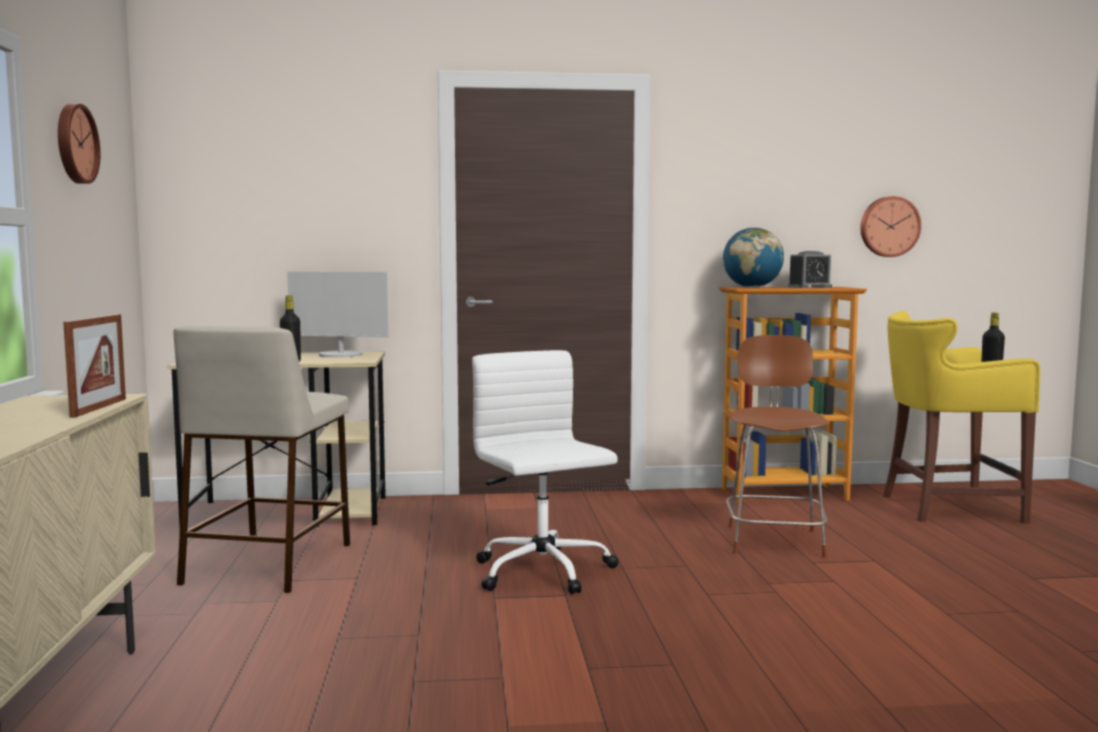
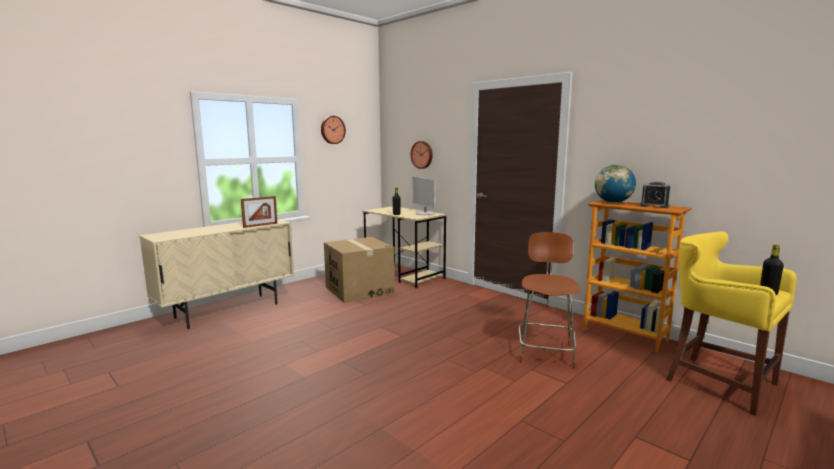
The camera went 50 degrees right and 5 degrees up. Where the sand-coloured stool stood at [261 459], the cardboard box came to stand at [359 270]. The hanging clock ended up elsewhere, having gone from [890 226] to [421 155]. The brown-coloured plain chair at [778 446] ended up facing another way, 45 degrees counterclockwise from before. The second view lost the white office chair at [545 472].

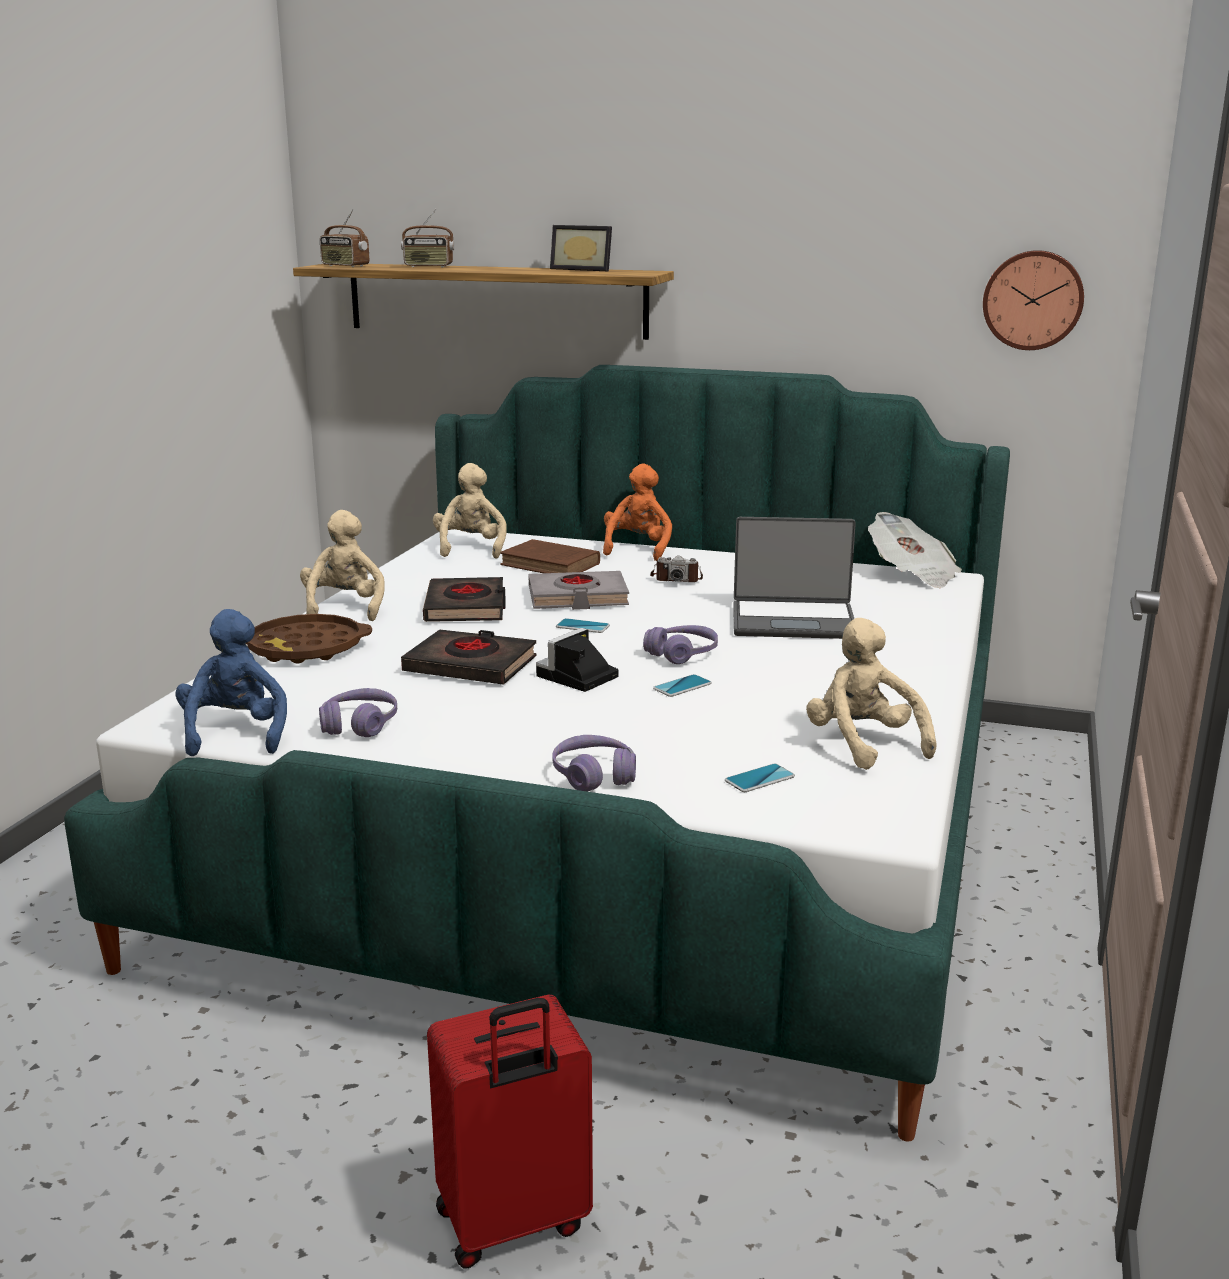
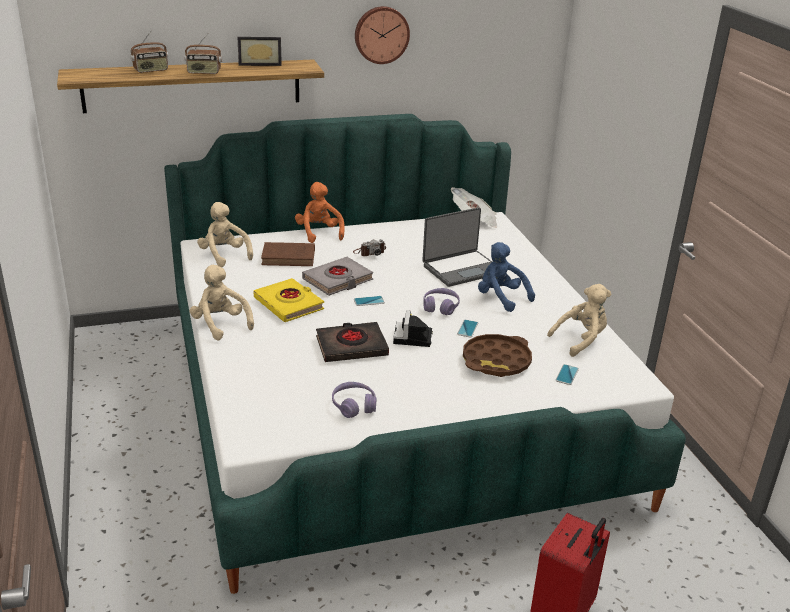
The camera went 35 degrees left and 10 degrees up. The radio receiver ended up elsewhere, having gone from [344 238] to [203 53]. What was the black-coloured book at [464 599] turned into the yellow book at [288 300]. The hanging clock ended up elsewhere, having gone from [1033 300] to [382 35]. The brown-coloured tray ended up elsewhere, having gone from [309 639] to [497 355]. The blue-coloured soft toy ended up elsewhere, having gone from [231 682] to [506 277]. The sand-coloured soft toy at [871 694] ended up facing another way, 120 degrees clockwise from before. The second view lost the purple headphones at [594 763].

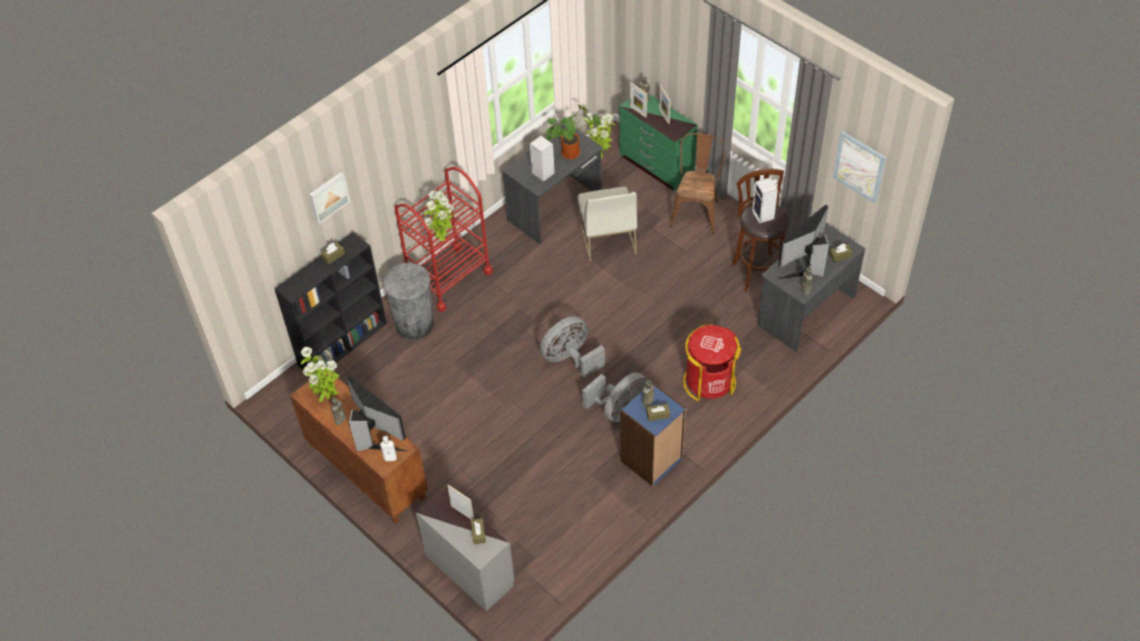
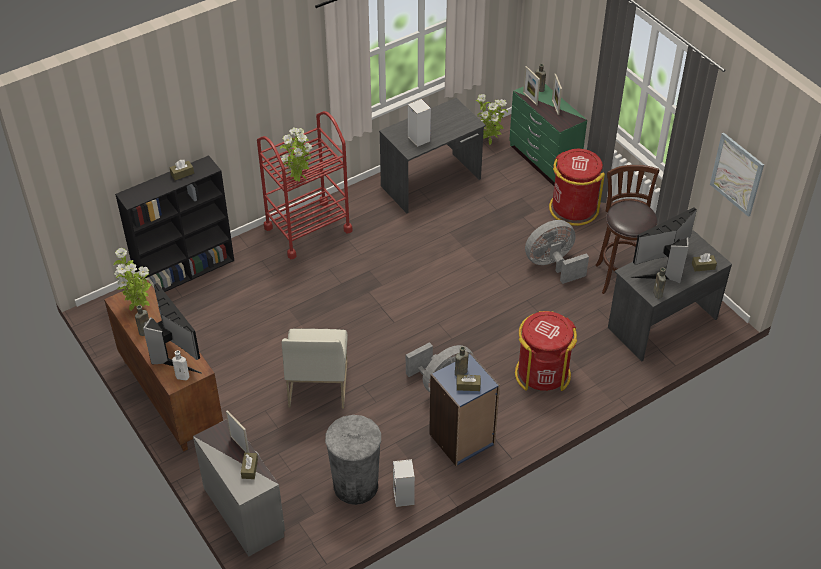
The camera went 10 degrees right and 5 degrees down. The white plain chair ended up elsewhere, having gone from [607 223] to [315 368]. The gray rubbish bin ended up elsewhere, having gone from [408 301] to [353 460]. The audio speaker ended up elsewhere, having gone from [765 200] to [404 483]. The gray cooling fan ended up elsewhere, having gone from [572 347] to [557 252]. Where the brown-coloured plain chair stood at [698 183], the red-coloured rubbish bin came to stand at [577 187]. The second view lost the picture at [329 198]. The second view lost the houseplant at [573 132].

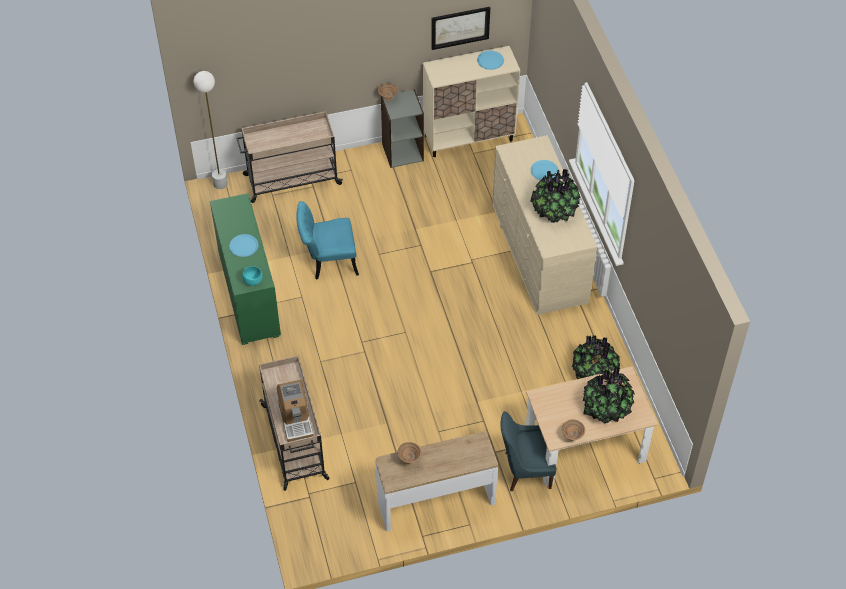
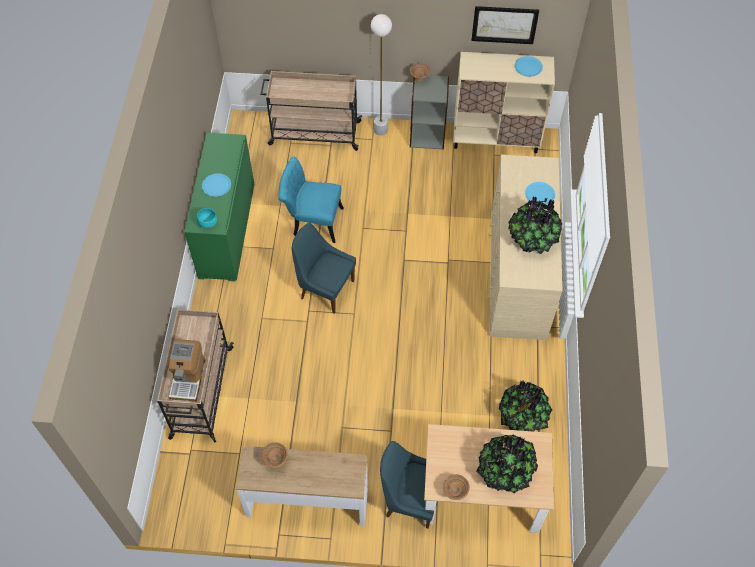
The camera went 20 degrees right and 5 degrees up. The second view gained the blue-coloured plain chair at [324 268]. The white standing lamp ended up elsewhere, having gone from [211 130] to [381 75].

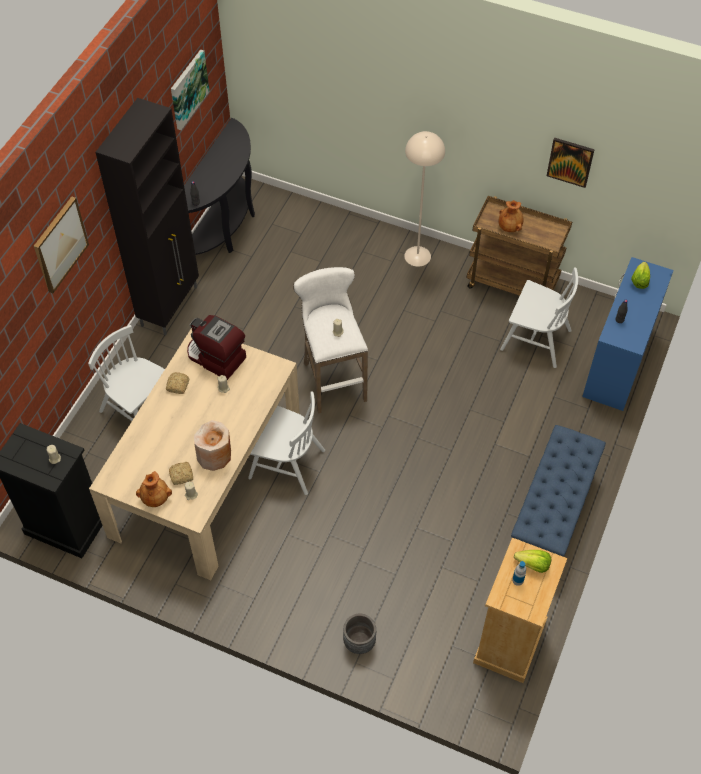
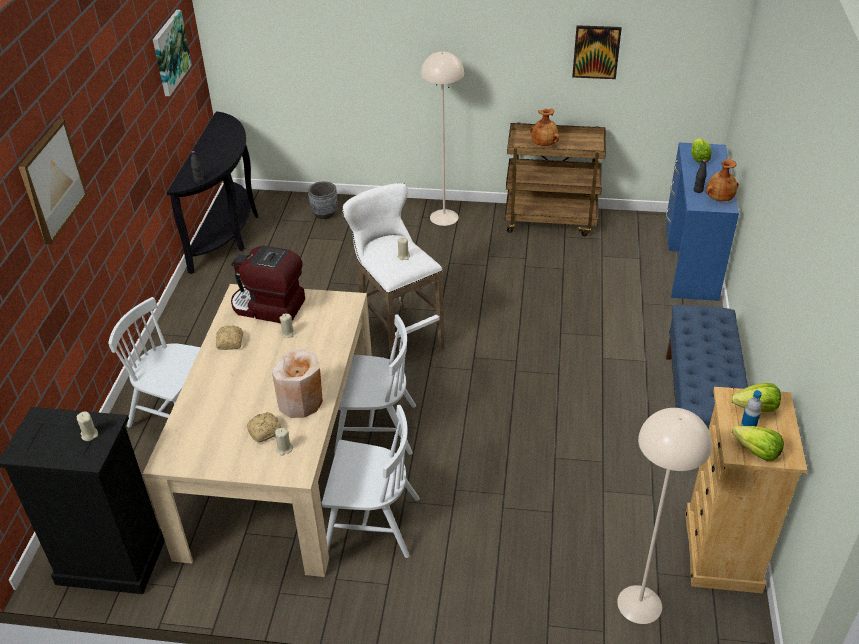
The camera went 15 degrees left and 15 degrees down. The gray planter ended up elsewhere, having gone from [359 634] to [323 200]. The white plain chair ended up elsewhere, having gone from [539 317] to [371 481]. The second view gained the sand-coloured standing lamp at [664 516]. The brown-coloured vase ended up elsewhere, having gone from [154 489] to [722 179]. The second view gained the head of lettuce at [758 443]. The second view lost the black-coloured cabinet at [147 216].

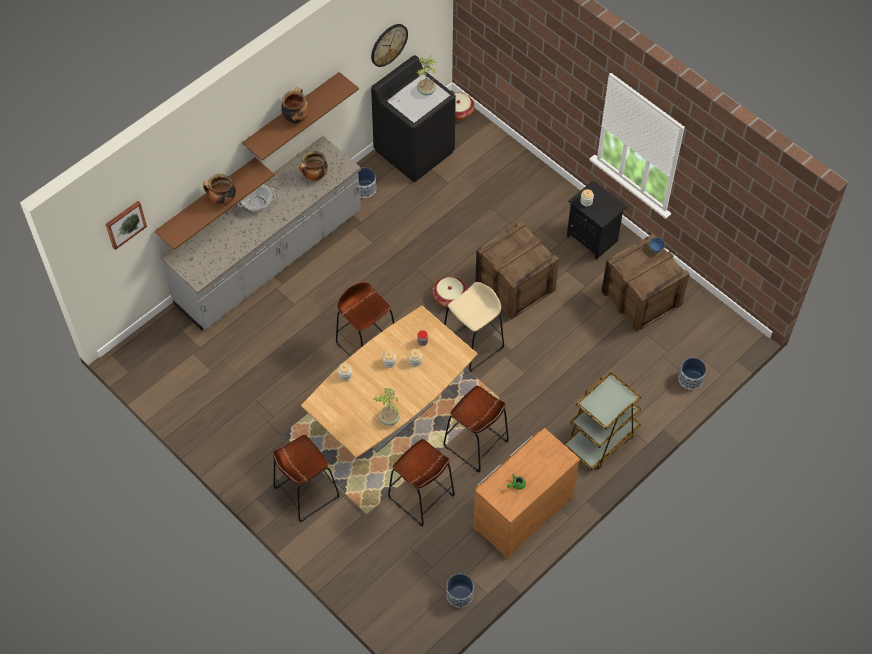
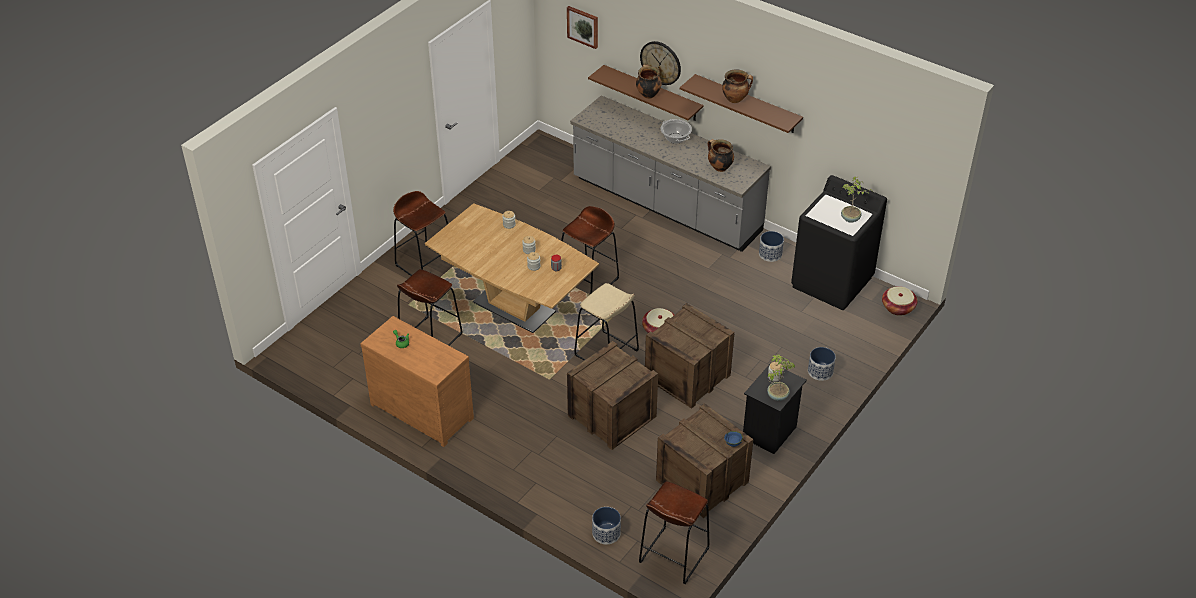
The camera went 80 degrees right and 15 degrees down. The second view gained the shipping crate at [612 395]. The brown-coloured stool ended up elsewhere, having gone from [476 429] to [674 532]. The hanging clock ended up elsewhere, having gone from [389 45] to [660 63]. The houseplant ended up elsewhere, having gone from [387 407] to [781 377]. The planter ended up elsewhere, having gone from [460 591] to [822 364]. The second view lost the brown-coloured cart at [602 421].

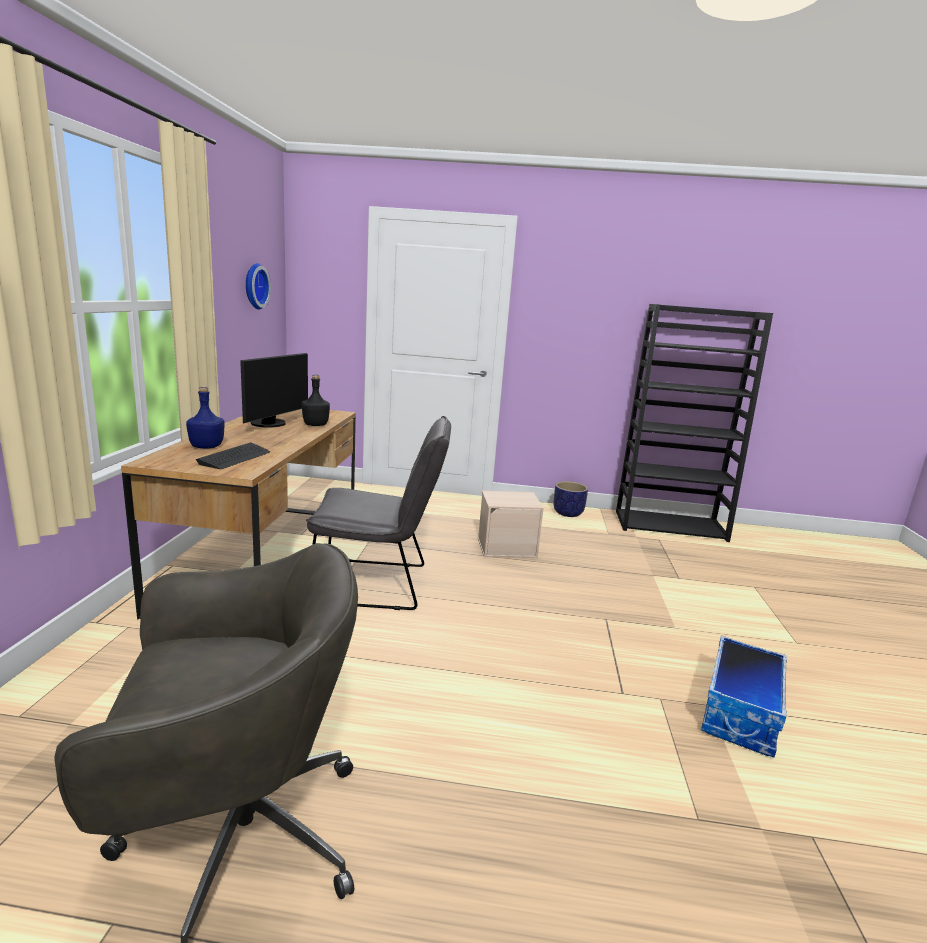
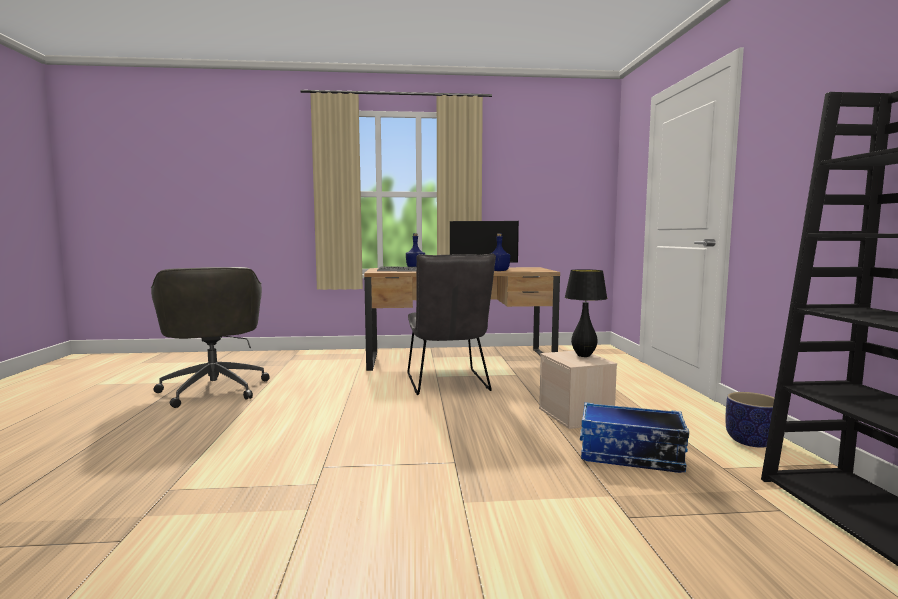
The camera went 80 degrees right and 10 degrees down. What was the black-coloured drink bottle at [316 400] turned into the blue-coloured drink bottle at [500 252]. The second view gained the black-coloured tabletop lamp at [586 313]. The storage container ended up elsewhere, having gone from [744 696] to [634 437]. The second view lost the hanging clock at [258 286].

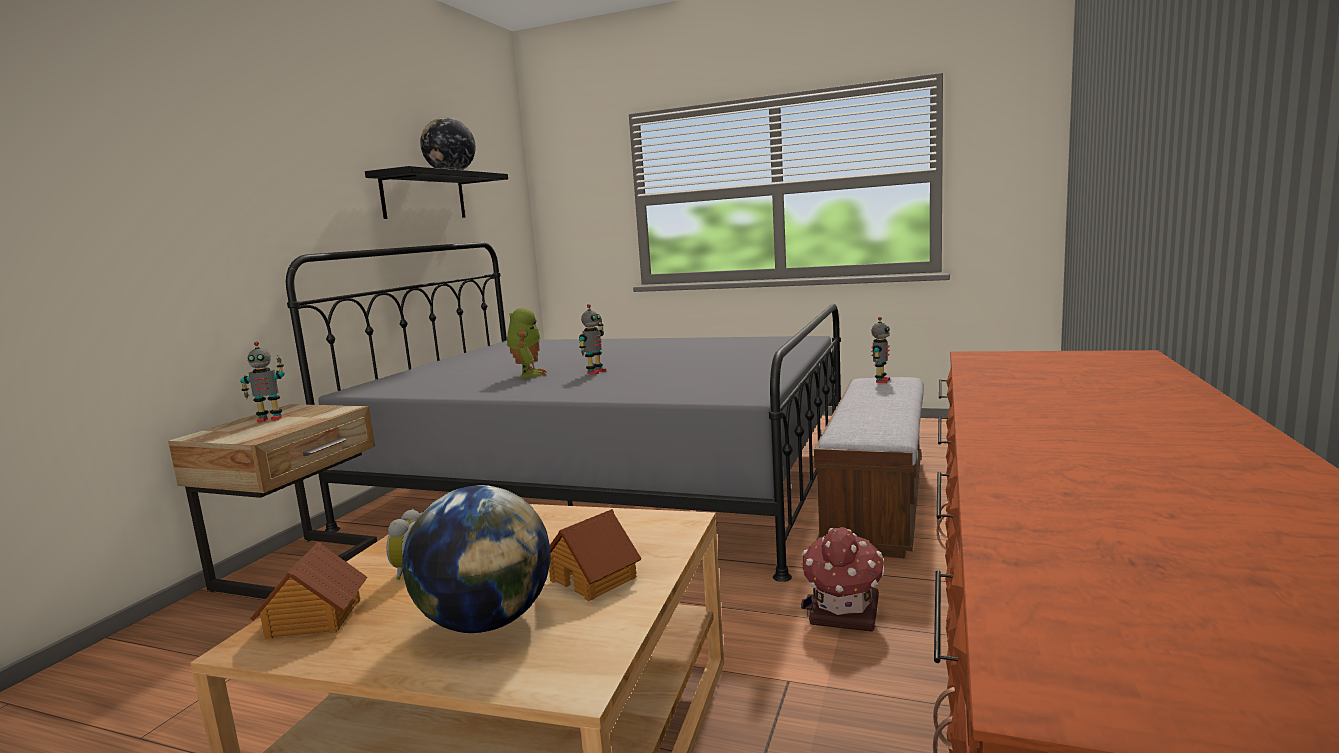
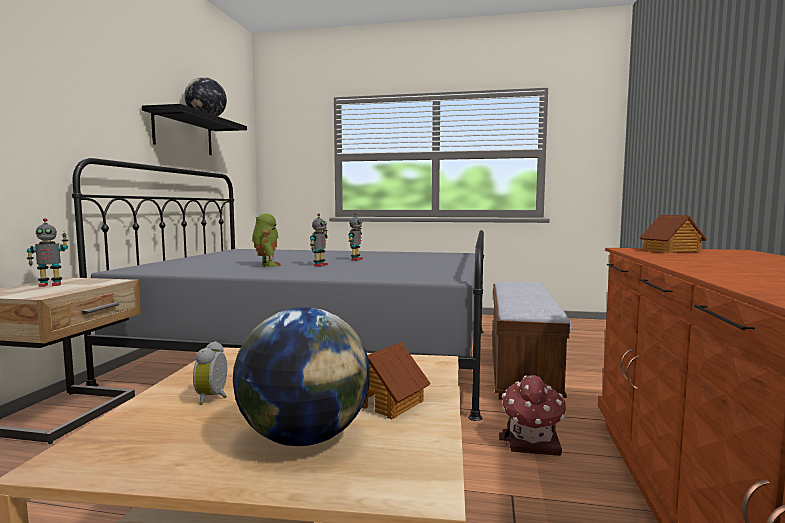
The camera went 10 degrees left and 5 degrees down. The robot figure ended up elsewhere, having gone from [880 350] to [356 236]. The miniature house ended up elsewhere, having gone from [309 590] to [673 234].

